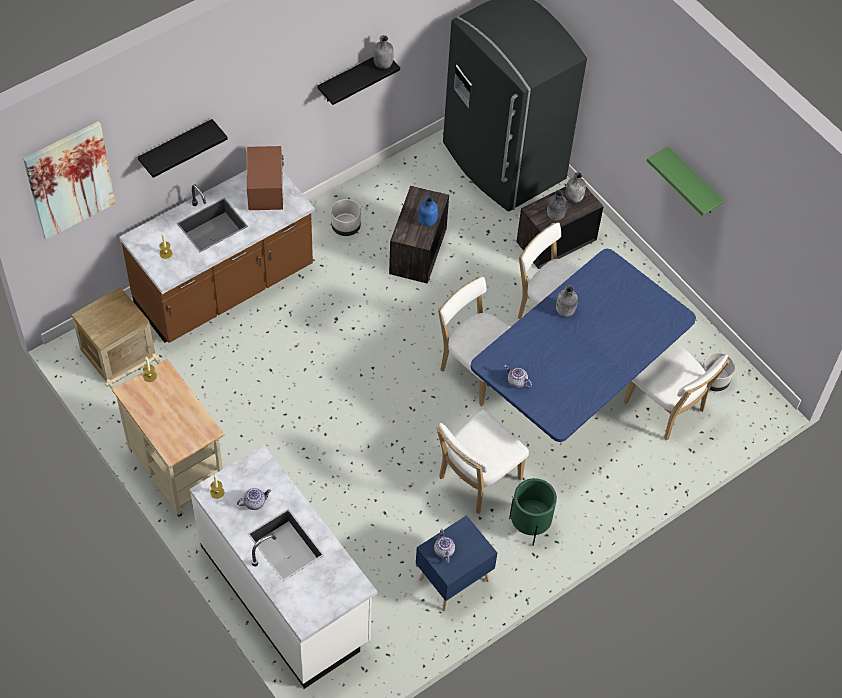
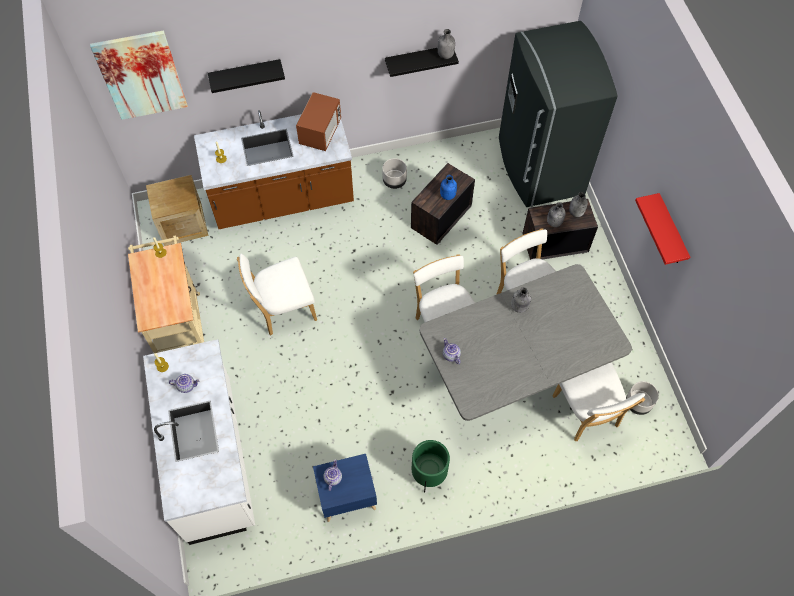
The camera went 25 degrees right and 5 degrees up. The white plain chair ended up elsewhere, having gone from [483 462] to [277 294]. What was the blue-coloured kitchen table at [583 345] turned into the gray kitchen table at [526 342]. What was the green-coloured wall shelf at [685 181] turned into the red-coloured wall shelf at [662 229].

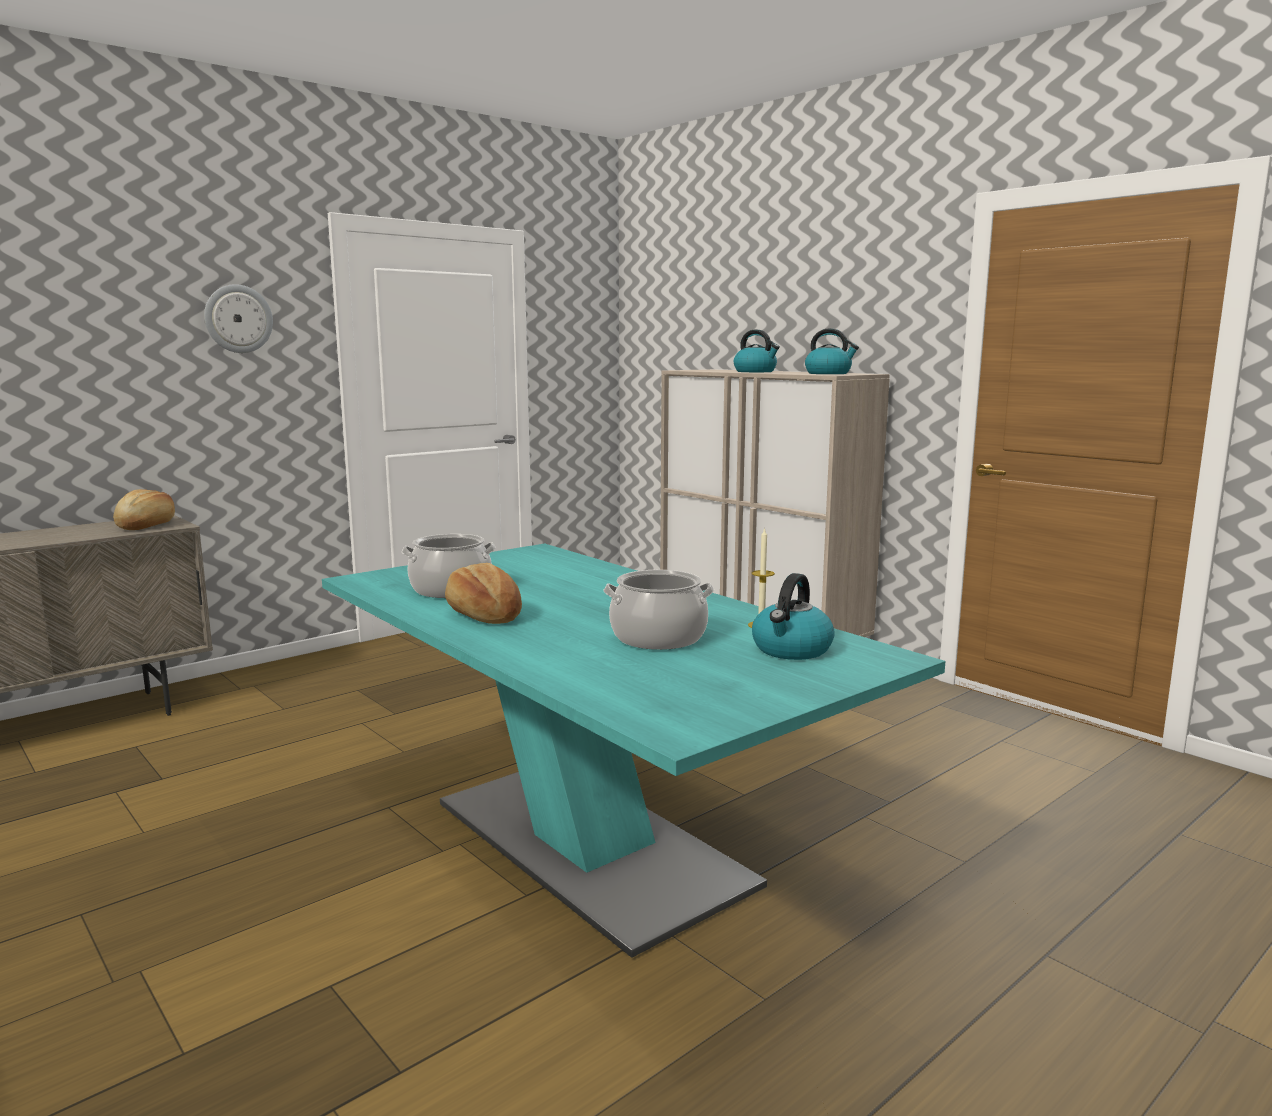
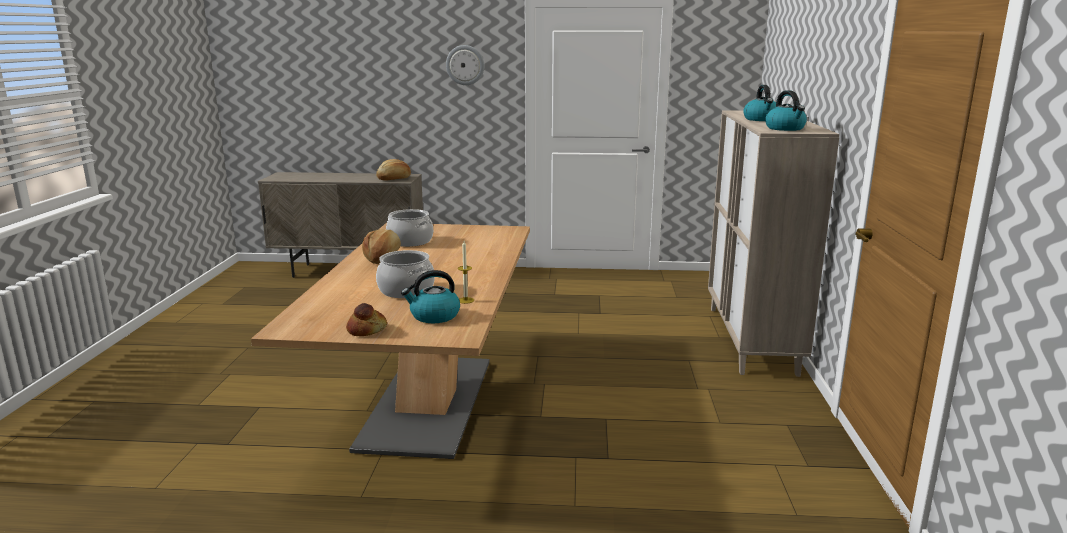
The camera went 45 degrees right and 5 degrees up. What was the turquoise-coloured kitchen table at [633 751] turned into the sand-coloured kitchen table at [390 341]. The second view gained the baked bread at [366 319].

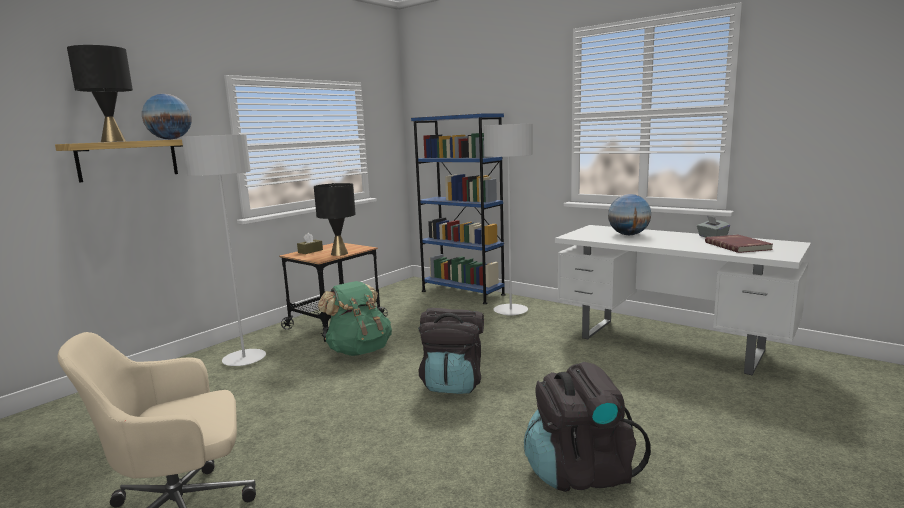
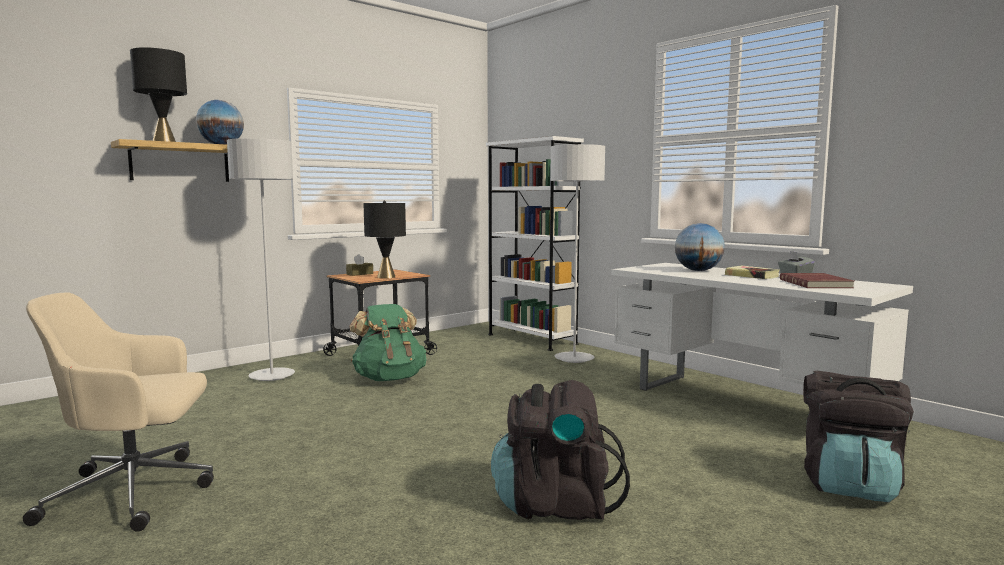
The camera went 10 degrees right and 5 degrees down. What was the blue-coloured shelving unit at [458 209] turned into the white shelving unit at [535 243]. The second view gained the book at [752 272]. The black-coloured rucksack ended up elsewhere, having gone from [451 351] to [858 437].

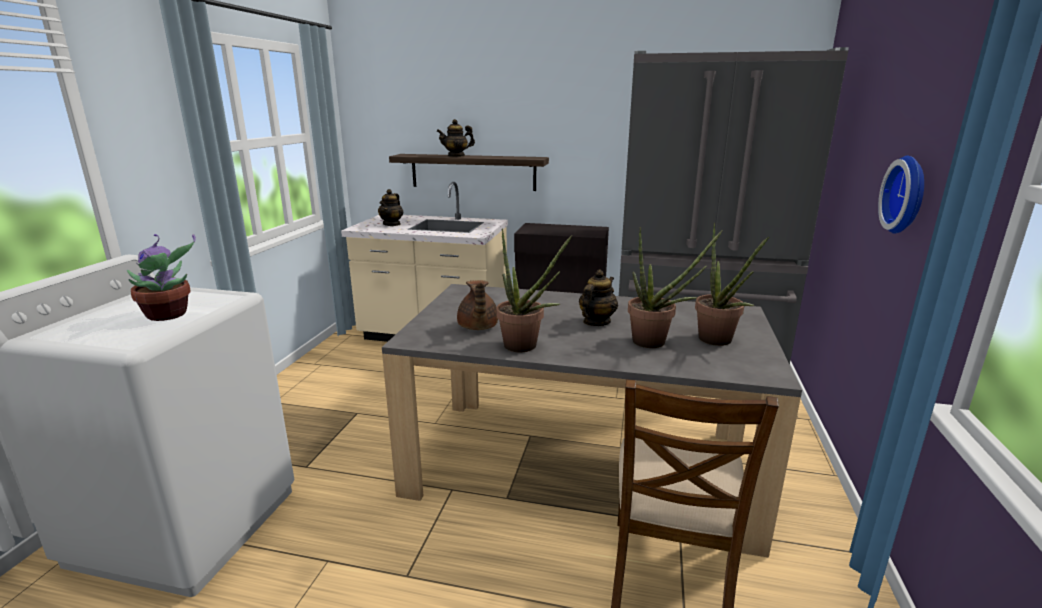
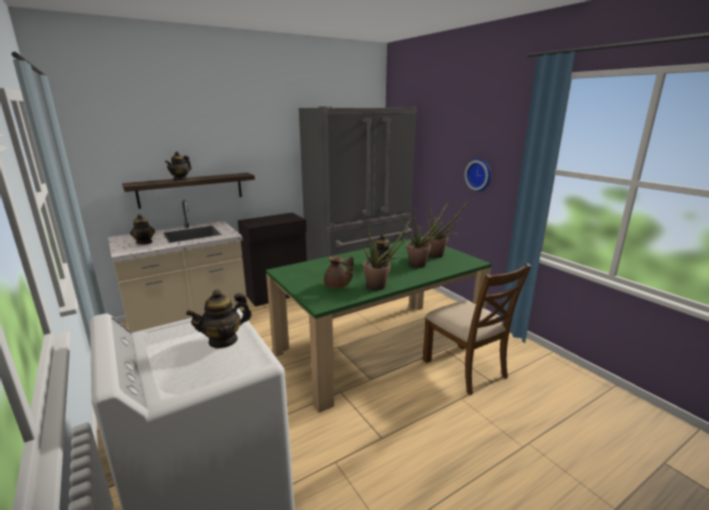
The camera went 45 degrees left and 0 degrees up. Where the houseplant stood at [161 277], the tea pot came to stand at [219 319]. What was the gray kitchen table at [592 421] turned into the green-coloured kitchen table at [379 325].

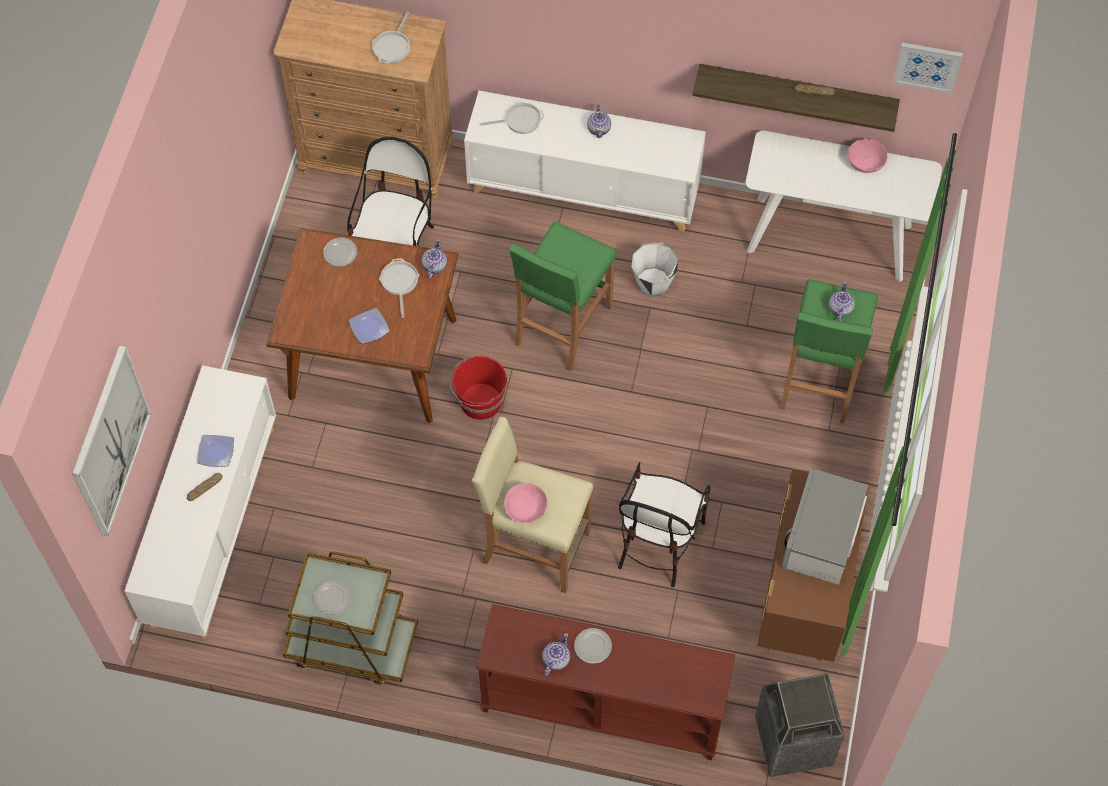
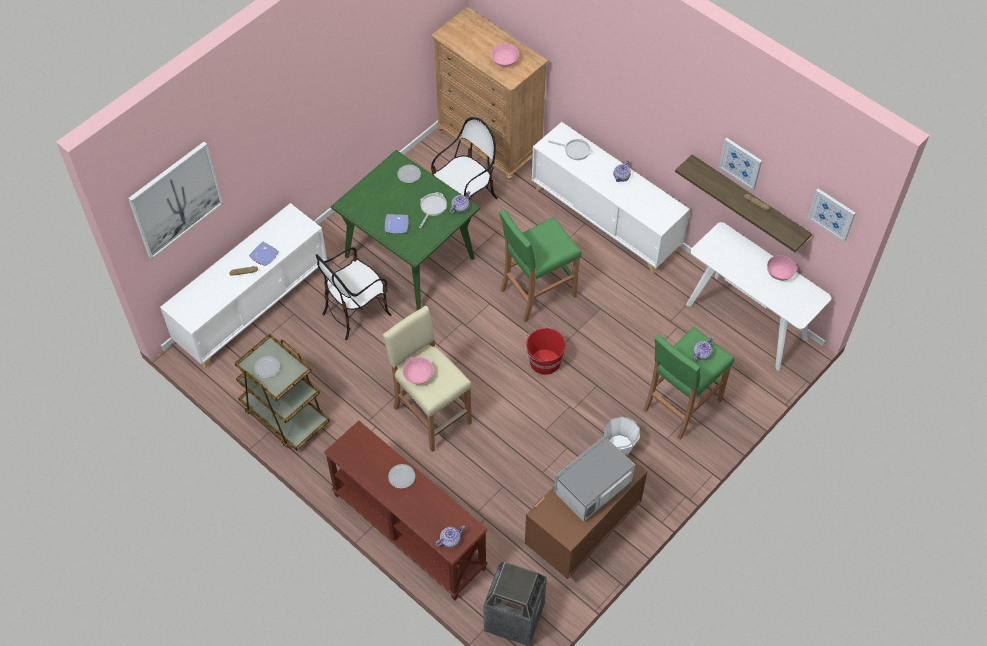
The camera went 30 degrees right and 5 degrees down. The plain chair ended up elsewhere, having gone from [664 524] to [353 293]. What was the brown-coloured kitchen table at [362 325] turned into the green-coloured kitchen table at [405 230]. The tea pot ended up elsewhere, having gone from [556 654] to [450 536]. Where the frying pan stood at [391 38], the pink serving bowl came to stand at [505 55]. The red-coloured bucket ended up elsewhere, having gone from [478 388] to [545 351]. The white bucket ended up elsewhere, having gone from [655 270] to [622 436]. The second view gained the picture at [740 164].

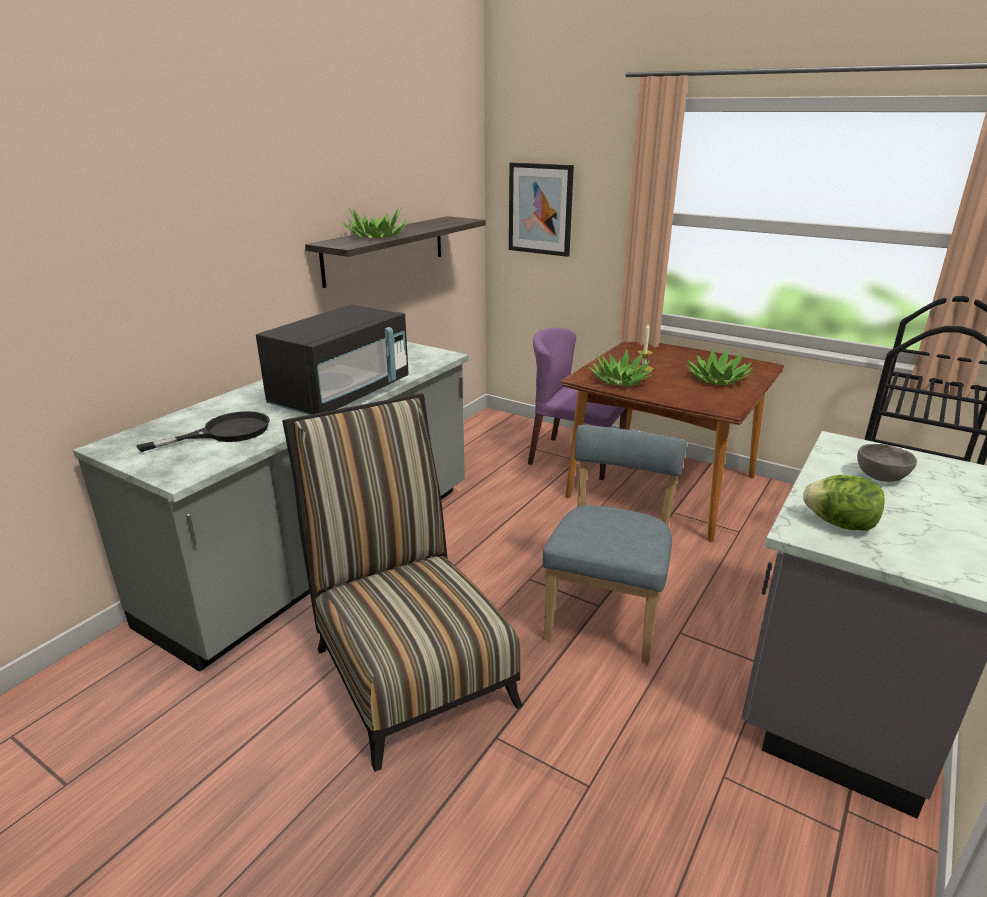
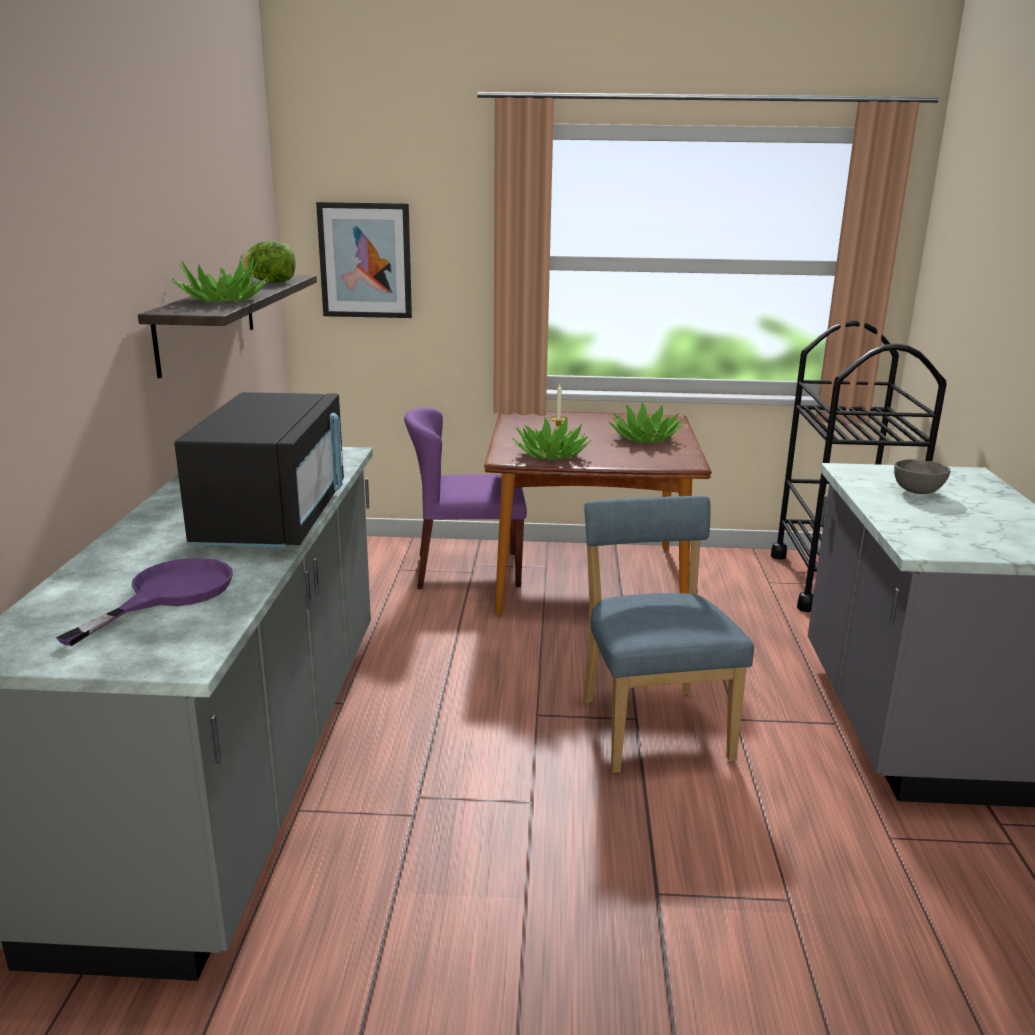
The camera went 30 degrees left and 5 degrees down. What was the black-coloured frying pan at [203 431] turned into the purple frying pan at [144 602]. The head of lettuce ended up elsewhere, having gone from [844 503] to [267 262]. The second view lost the plain chair at [402 582].

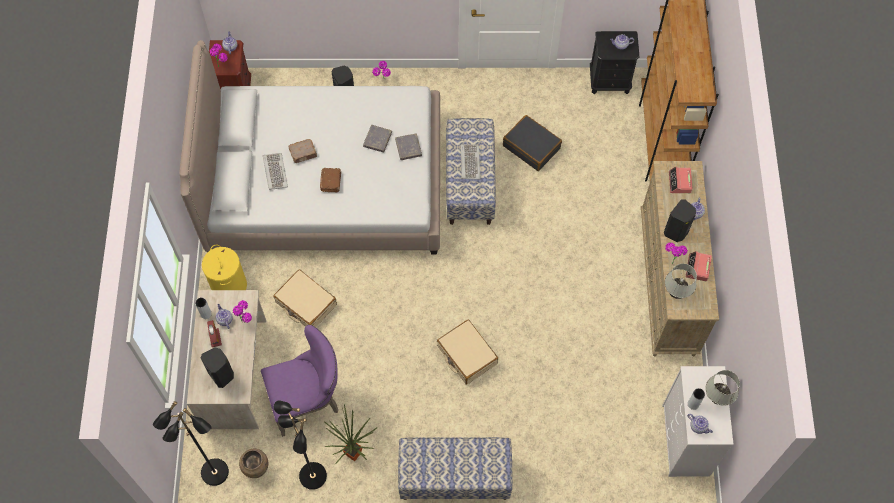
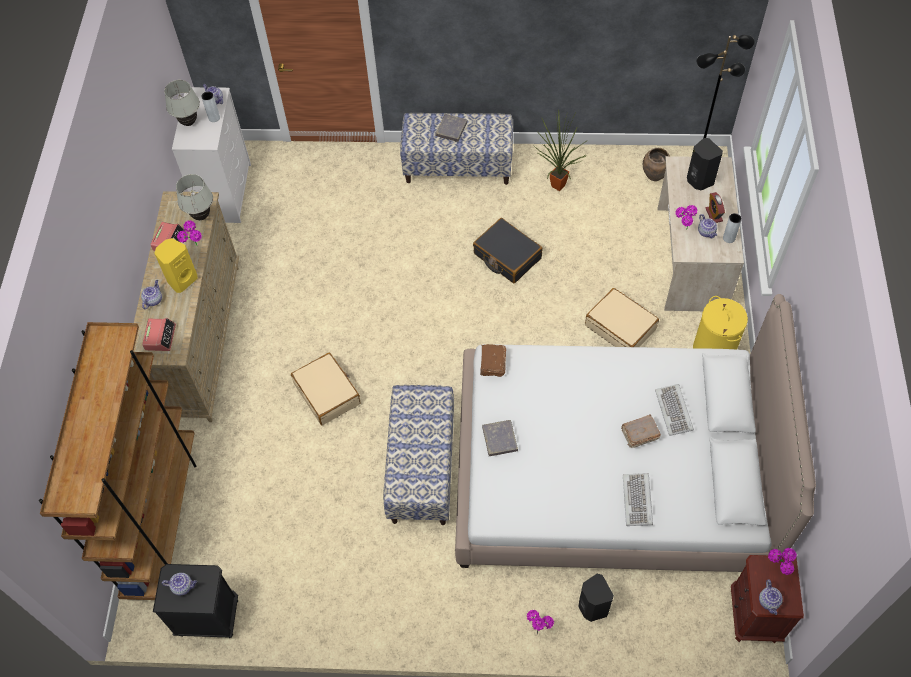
The camera went 175 degrees left and 5 degrees down. What was the black-coloured audio speaker at [680 220] turned into the yellow audio speaker at [175 265]. The sand-coloured piece of luggage ended up elsewhere, having gone from [467 352] to [325 389]. The gray book ended up elsewhere, having gone from [377 138] to [451 128]. The black-coloured piece of luggage ended up elsewhere, having gone from [532 143] to [507 250]. The brown-coloured book ended up elsewhere, having gone from [330 180] to [493 360]. The keyboard ended up elsewhere, having gone from [470 162] to [638 499]. The second view lost the purple plain chair at [299 381]. The second view lost the black-coloured standing lamp at [300 445].

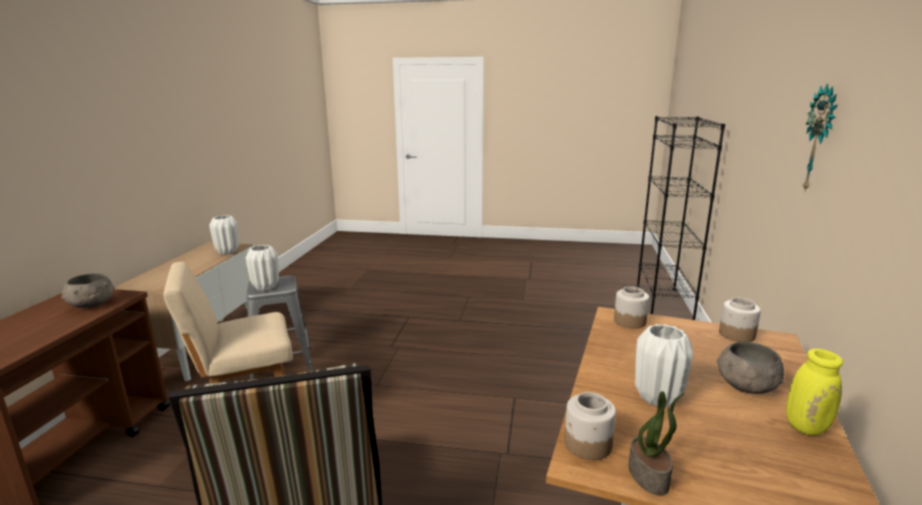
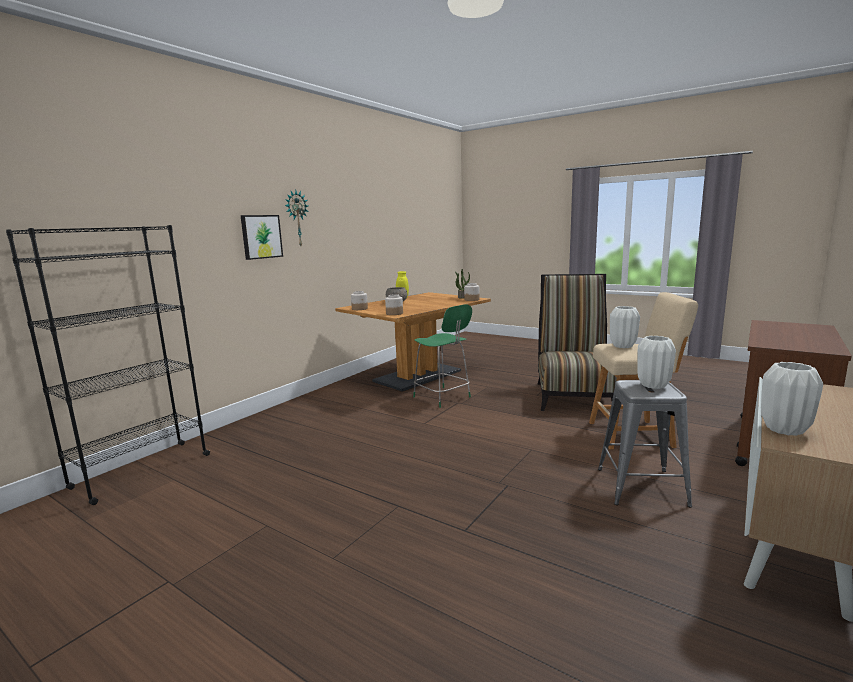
The camera went 155 degrees left and 5 degrees down. The second view gained the picture at [261 237]. The second view gained the green-coloured plain chair at [442 356]. The white vase ended up elsewhere, having gone from [664 365] to [625 327]. The second view lost the gray serving bowl at [88 290].

